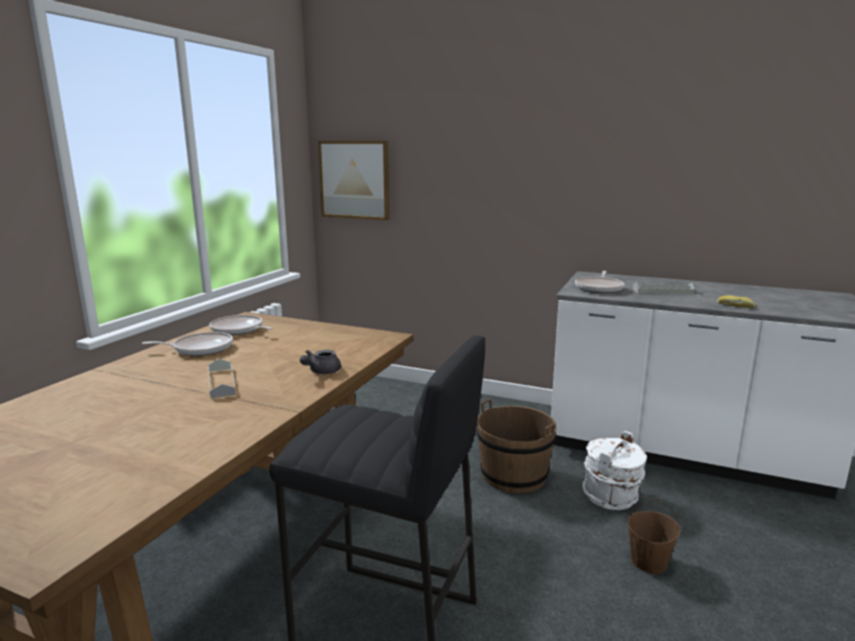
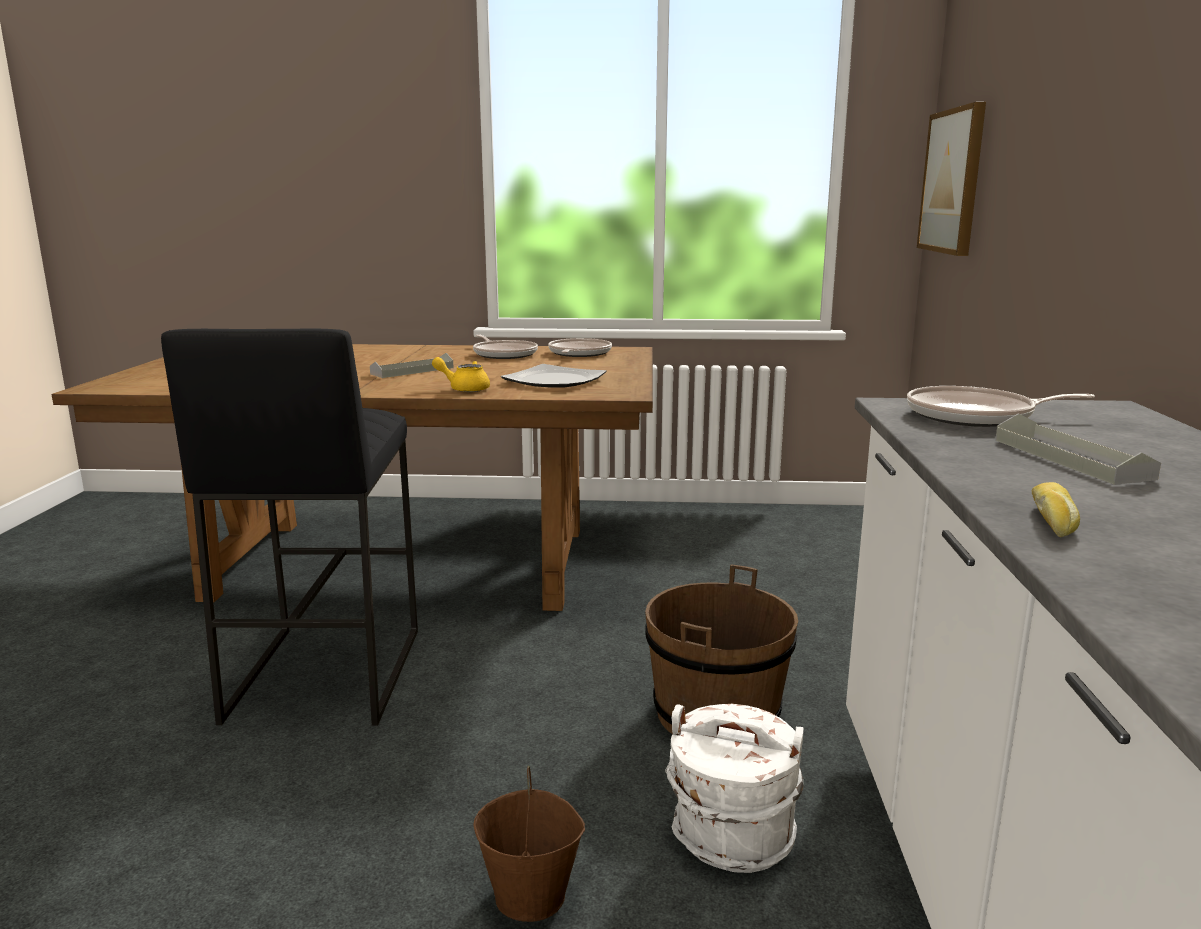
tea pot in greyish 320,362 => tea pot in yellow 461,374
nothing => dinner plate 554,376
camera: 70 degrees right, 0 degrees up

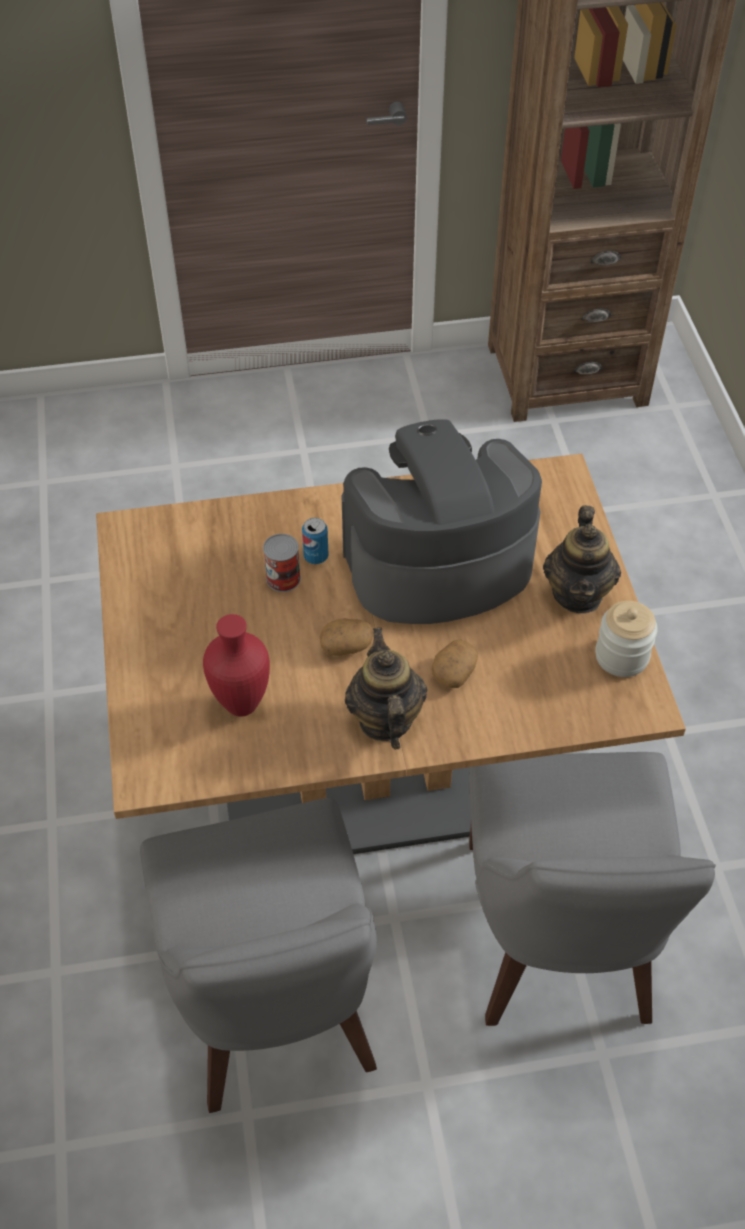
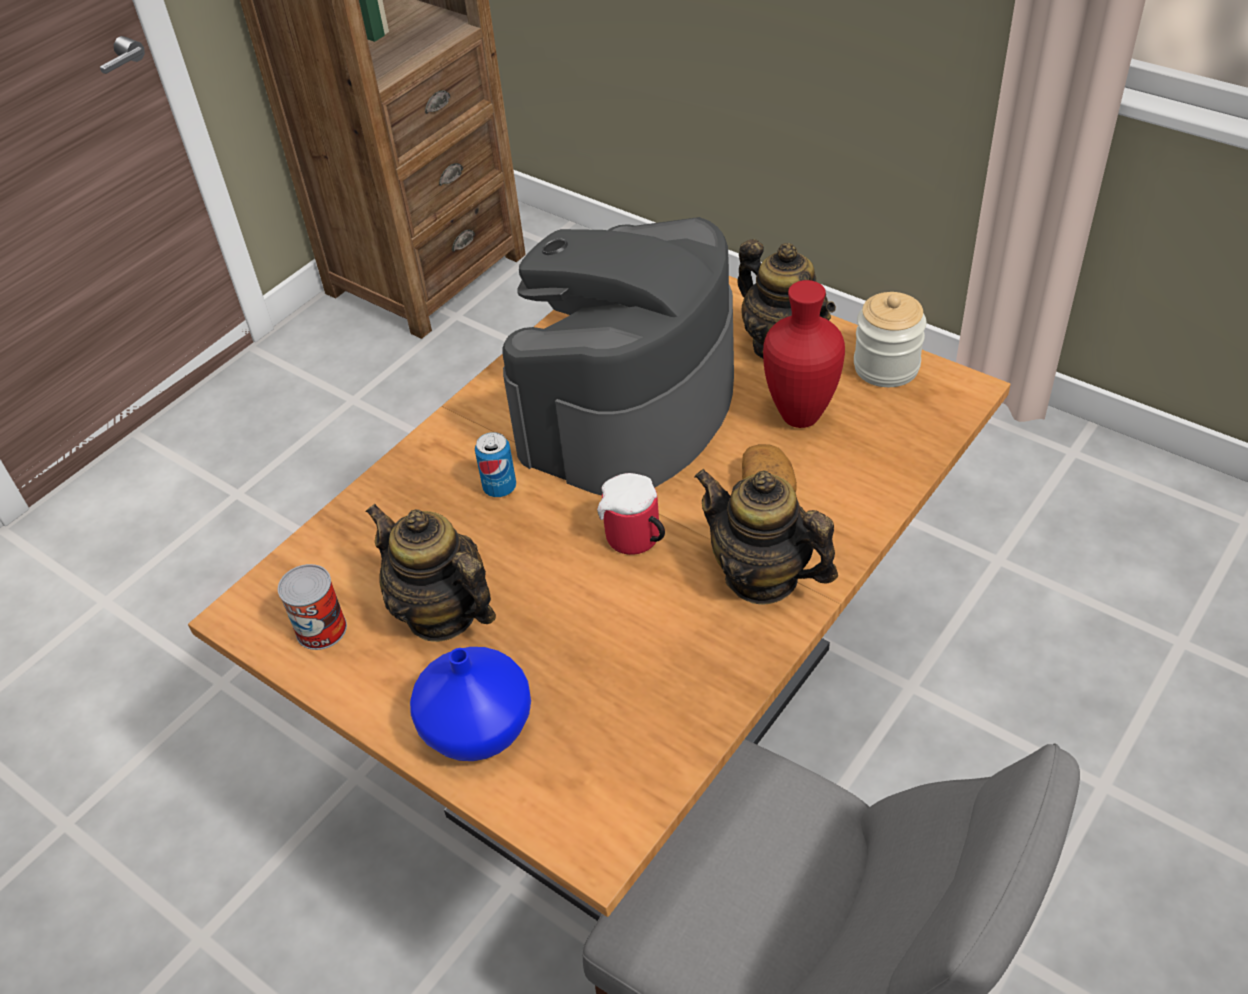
vase in red-coloured 236,665 => vase in red-coloured 804,354, shifted
sealed can 282,563 => sealed can 312,607, shifted
potato 346,637 => tea mug 631,514
upright chair in greyish 592,889 => nothing
nothing => tea pot 430,573
nothing => vase in bluish 470,704
camera: 40 degrees left, 5 degrees down

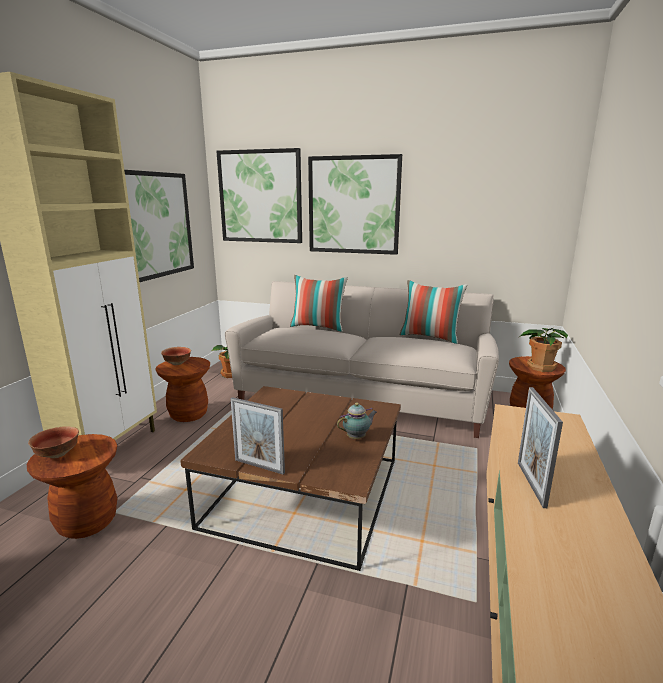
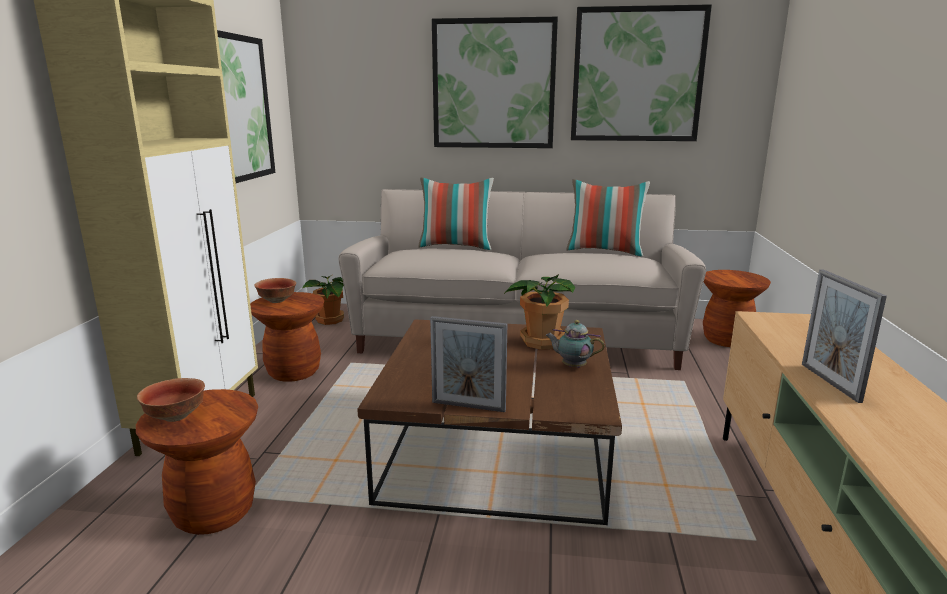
wall picture 259,195 => wall picture 641,72, shifted
tea pot 357,421 => tea pot 575,344, 120 degrees counterclockwise
houseplant 544,349 => houseplant 539,312, shifted
camera: 10 degrees left, 0 degrees up

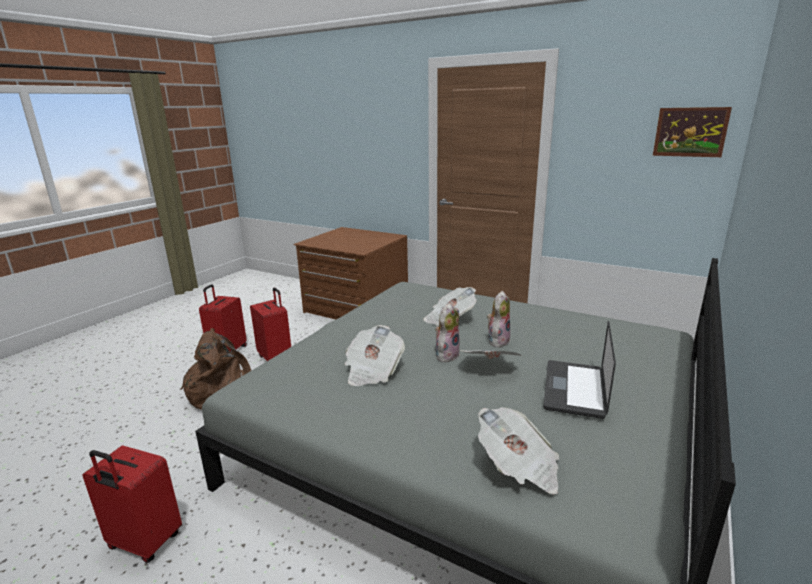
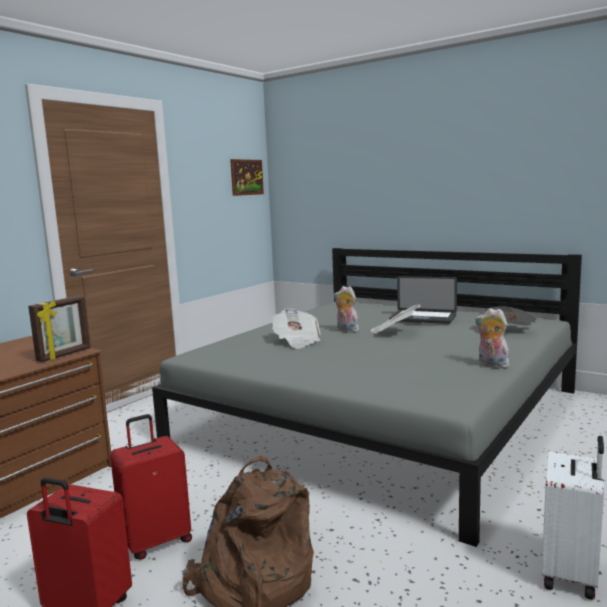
piece of luggage in red-coloured 132,504 => piece of luggage in white 573,518
daily paper 375,355 => nothing
plush toy 447,332 => plush toy 493,338, shifted
nothing => standing frame 59,329
camera: 85 degrees left, 10 degrees down

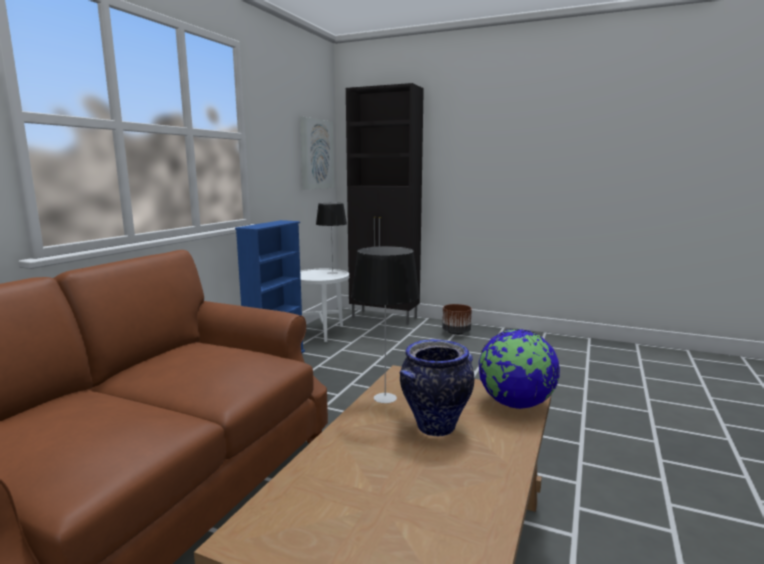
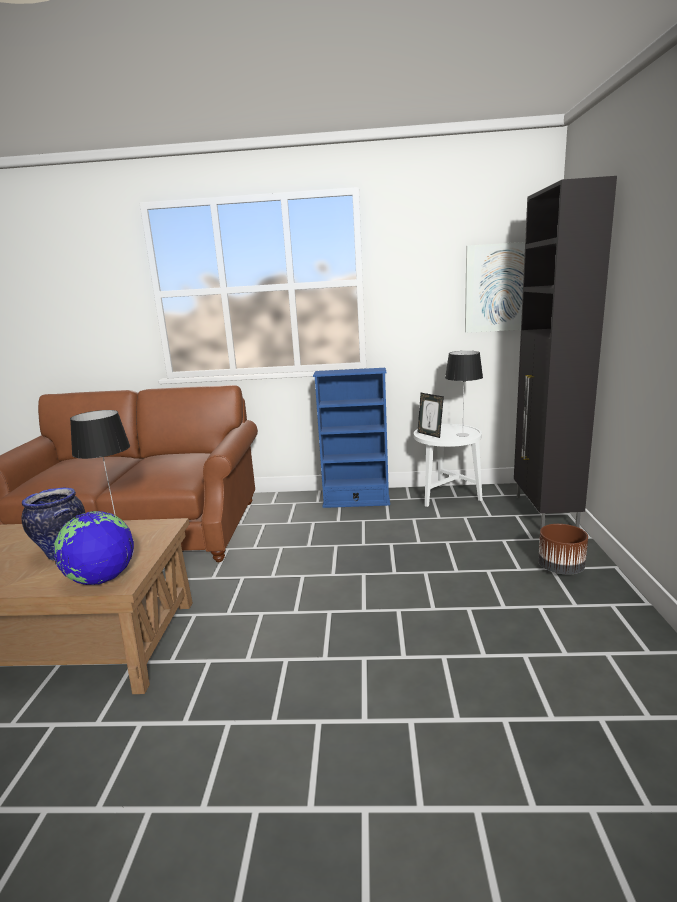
nothing => standing frame 431,415
camera: 70 degrees right, 5 degrees up

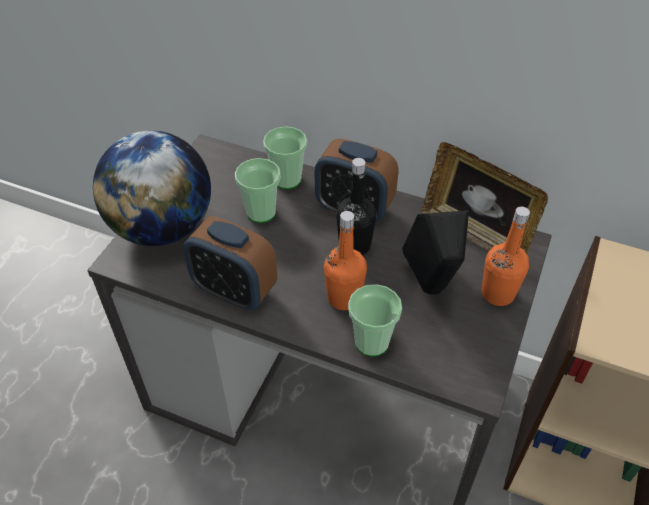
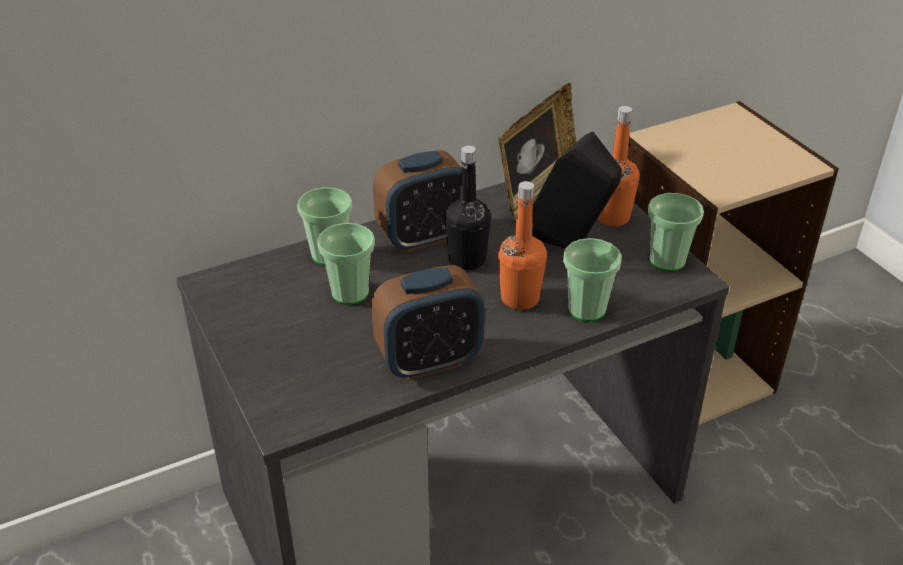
desk globe 152,188 => nothing
standing frame 485,198 => standing frame 538,152, 45 degrees counterclockwise
nothing => cup 676,232
camera: 50 degrees left, 10 degrees down

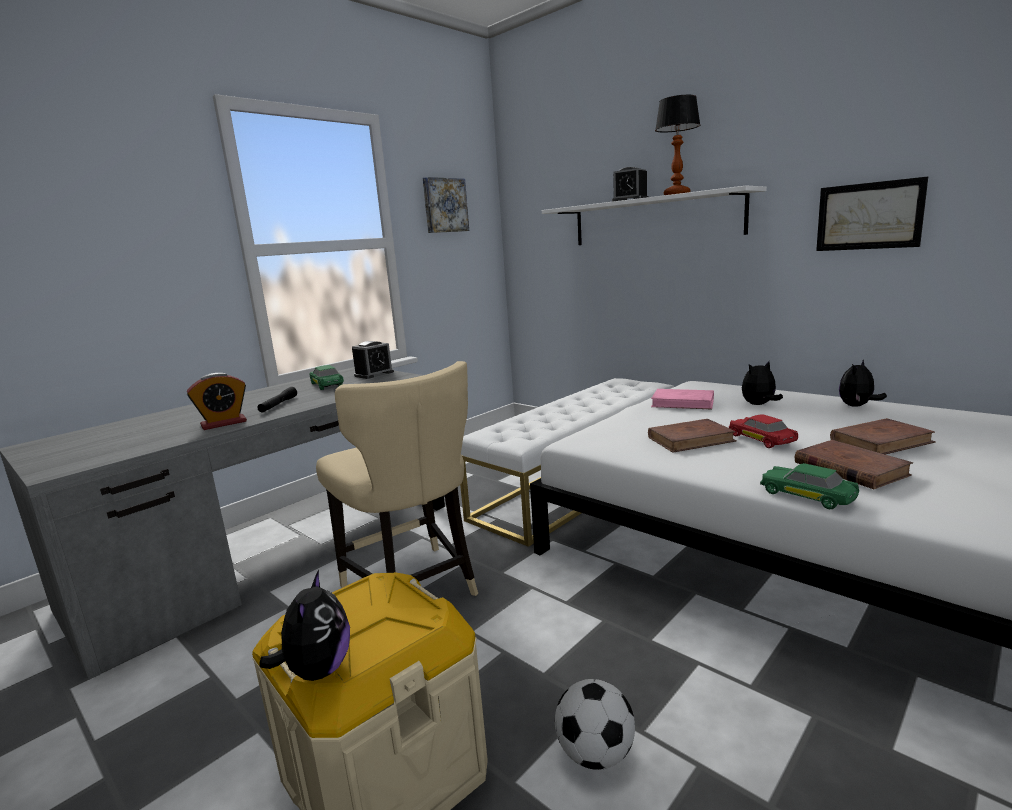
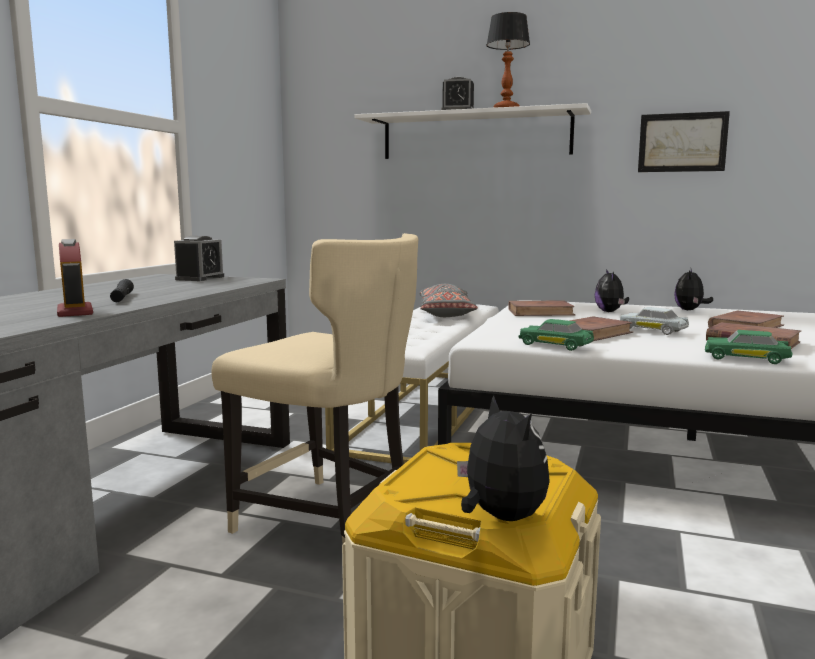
table clock 217,401 => table clock 75,278, 60 degrees counterclockwise
model car in greenish 327,377 => model car in greenish 556,335, shifted
wall picture 446,205 => nothing
football ball 595,724 => nothing
volume in pinkish 682,399 => volume in brownish 542,308
model car in red-coloured 763,431 => model car in white 654,321
plush toy 762,383 => plush toy 612,290, 45 degrees counterclockwise
nothing => pillow in greyish 448,300
camera: 25 degrees left, 5 degrees down

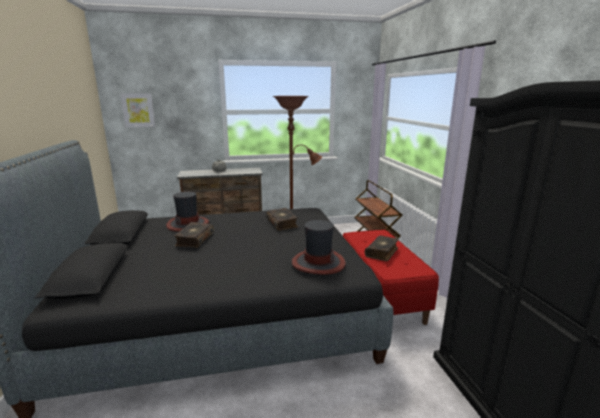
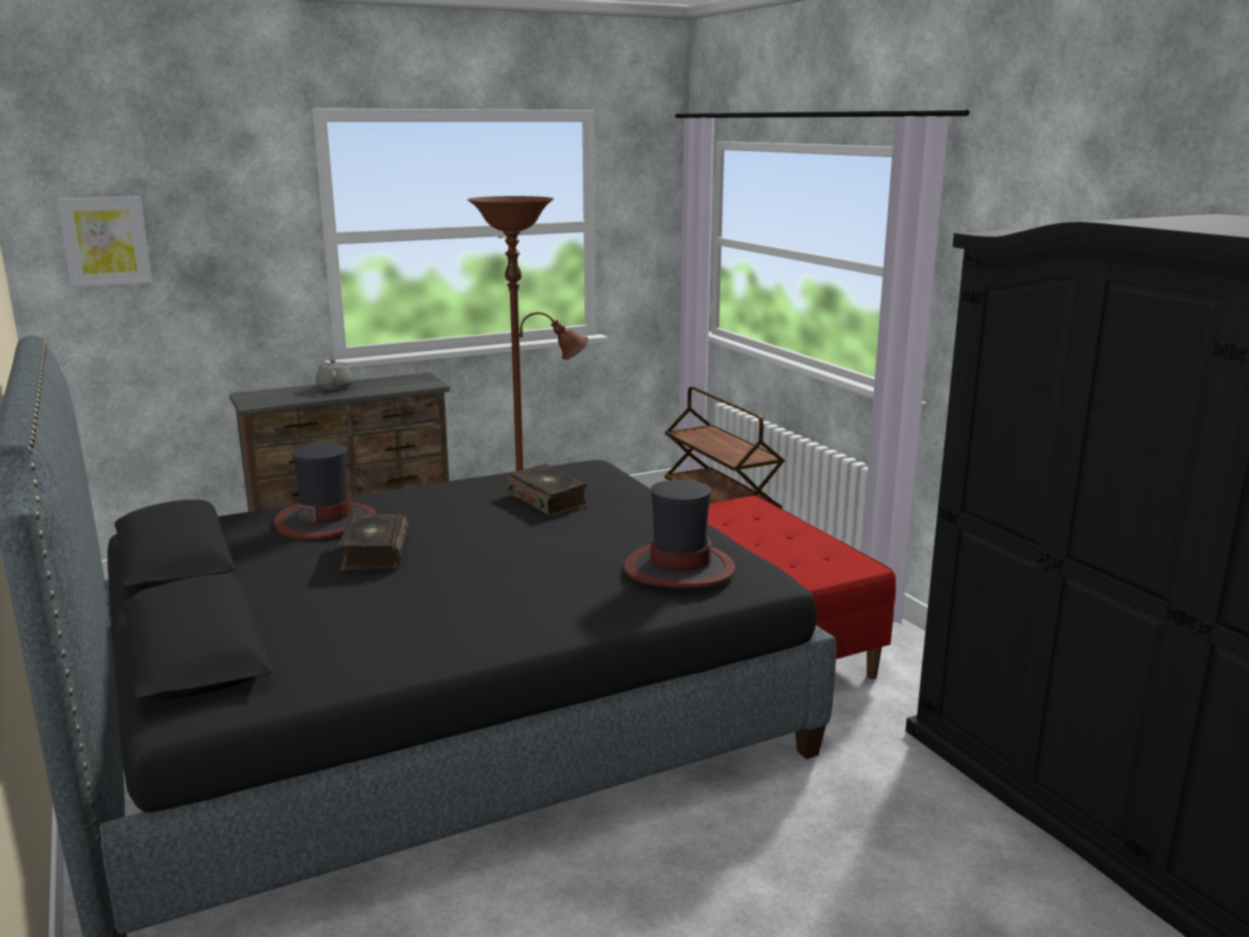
volume 382,248 => nothing
camera: 15 degrees left, 0 degrees up

